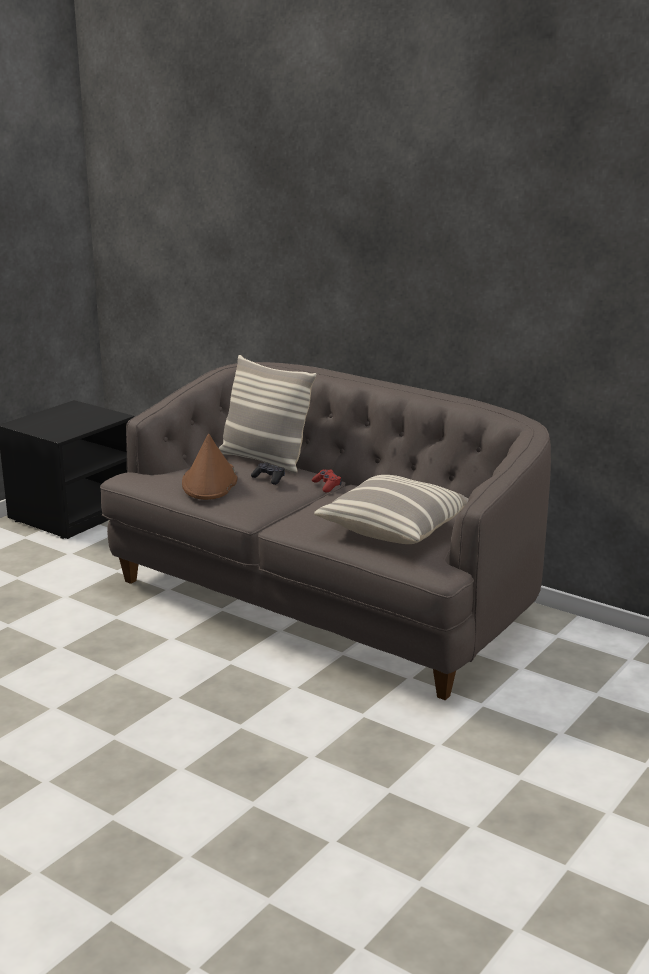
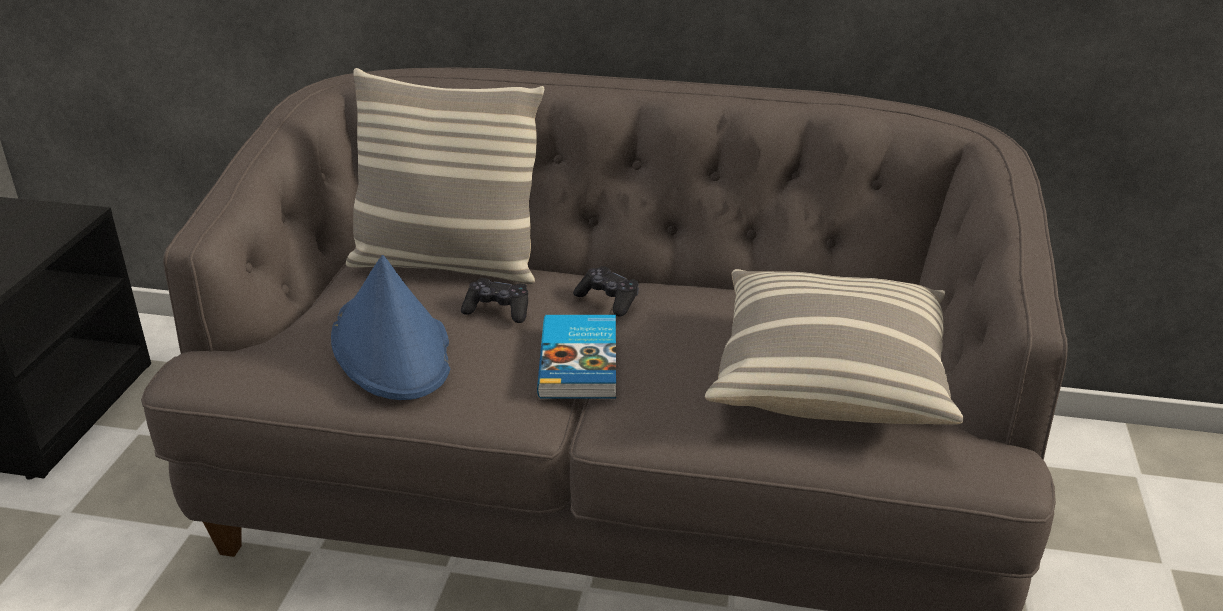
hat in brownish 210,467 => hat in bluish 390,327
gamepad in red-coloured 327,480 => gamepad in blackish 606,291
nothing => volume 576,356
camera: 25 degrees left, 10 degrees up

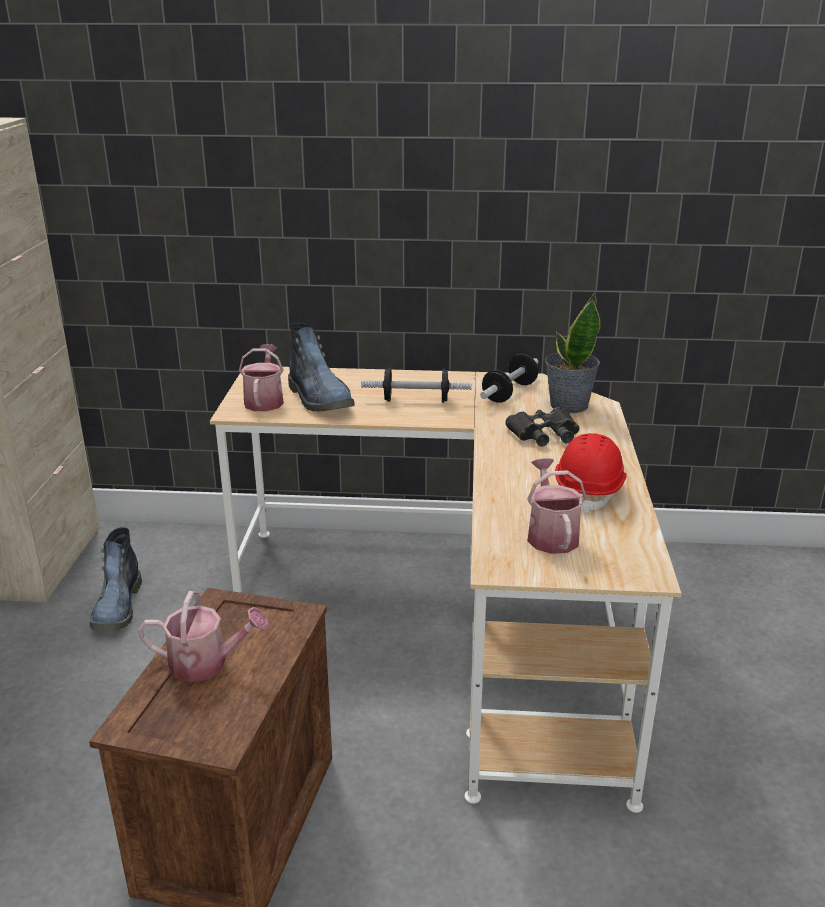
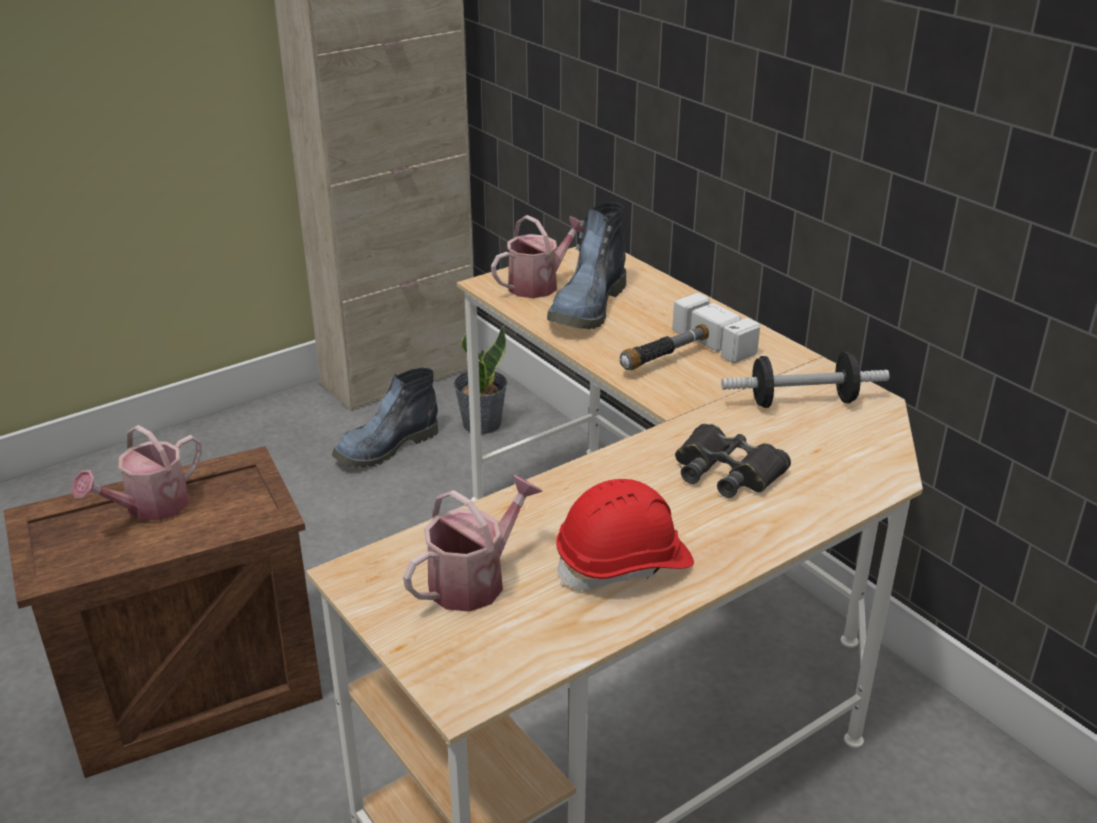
watering can 203,636 => watering can 136,473, 75 degrees clockwise
dumbbell 416,385 => hammer 690,331
houseplant 572,353 => houseplant 480,380, shifted
camera: 50 degrees right, 5 degrees up

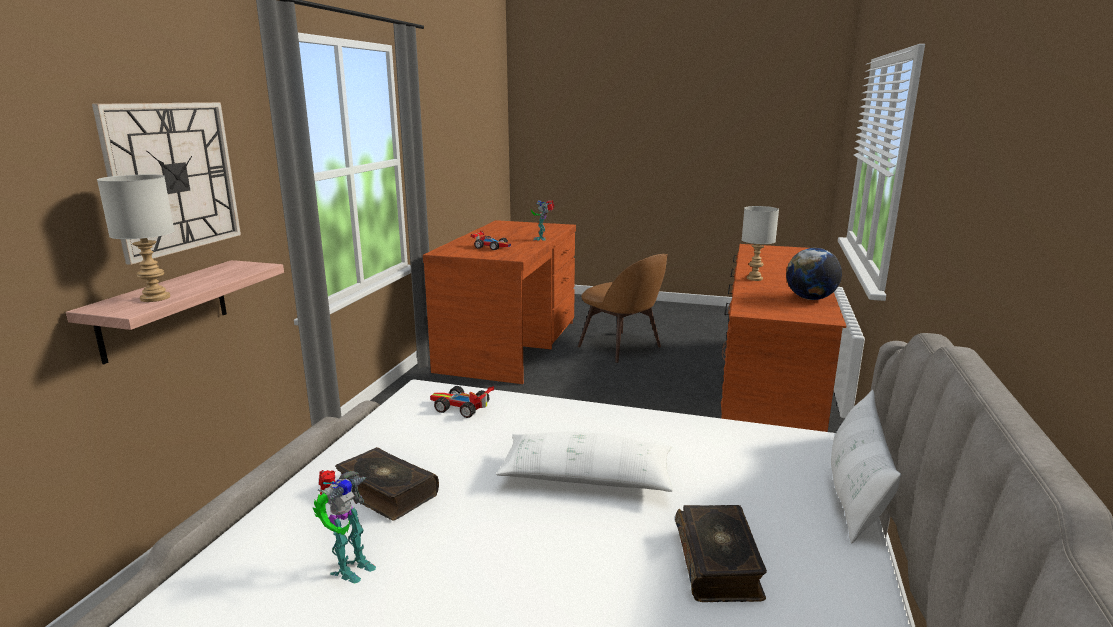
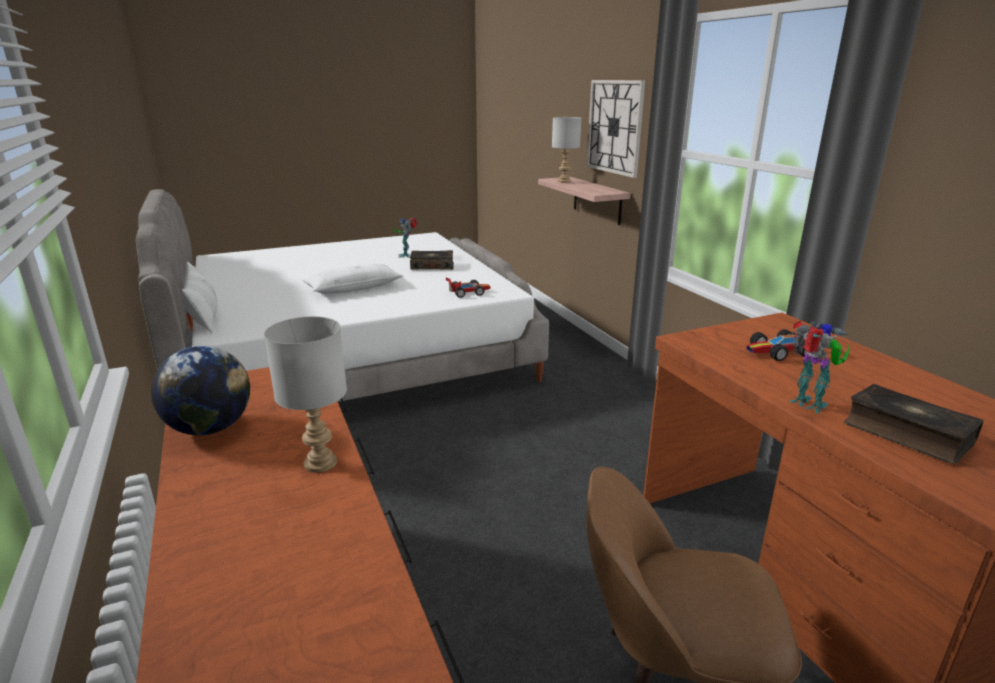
volume 721,553 => volume 914,424, shifted
camera: 140 degrees right, 5 degrees up

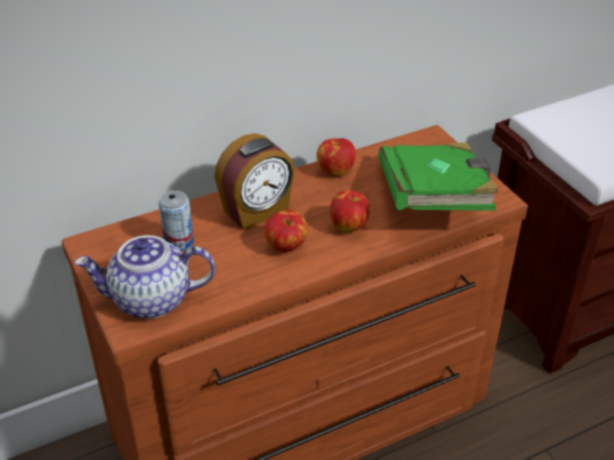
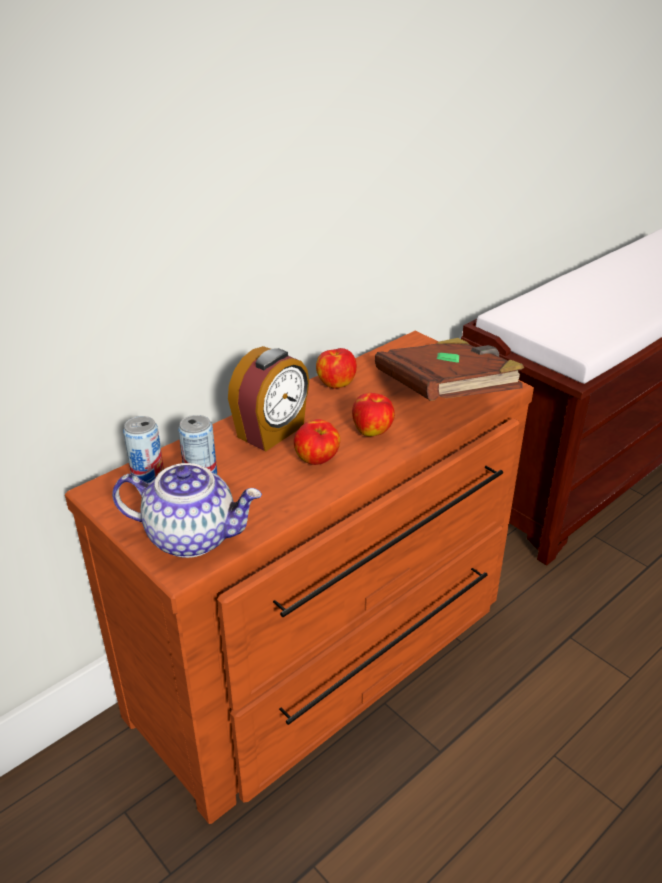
tea pot 145,277 => tea pot 187,510, 150 degrees counterclockwise
volume in greenish 438,176 => volume in brownish 449,369
nothing => sealed can 143,449
camera: 15 degrees left, 5 degrees down

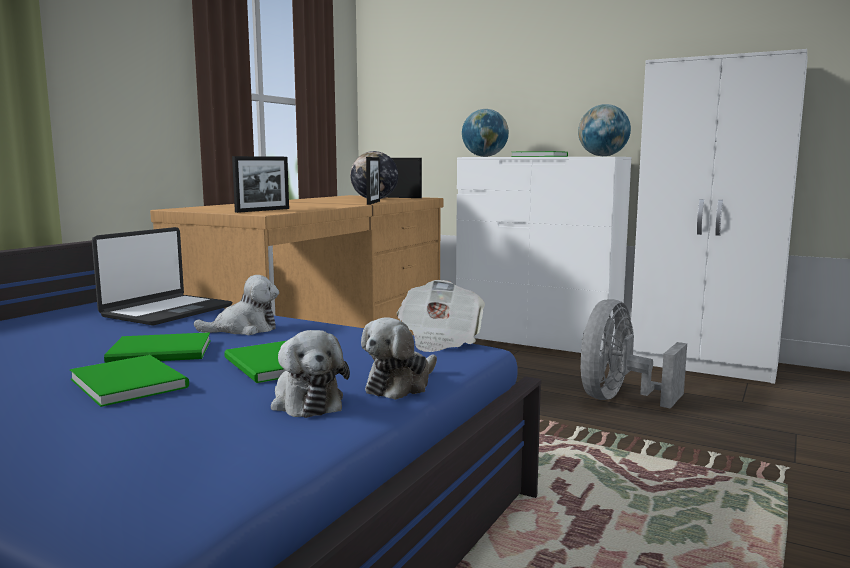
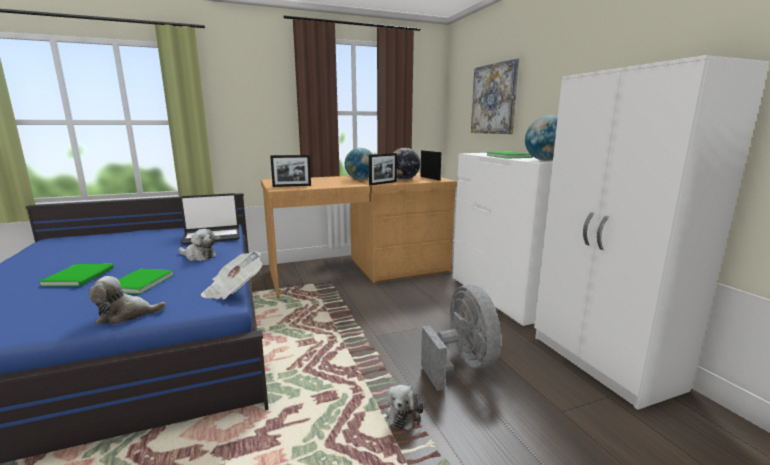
volume in greenish 157,347 => nothing
plush toy 310,374 => plush toy 404,407, shifted
desk globe 485,133 => desk globe 359,164, shifted
cooling fan in greyish 634,354 => cooling fan in greyish 461,338, 90 degrees clockwise
nothing => wall picture 495,96
camera: 40 degrees right, 5 degrees up

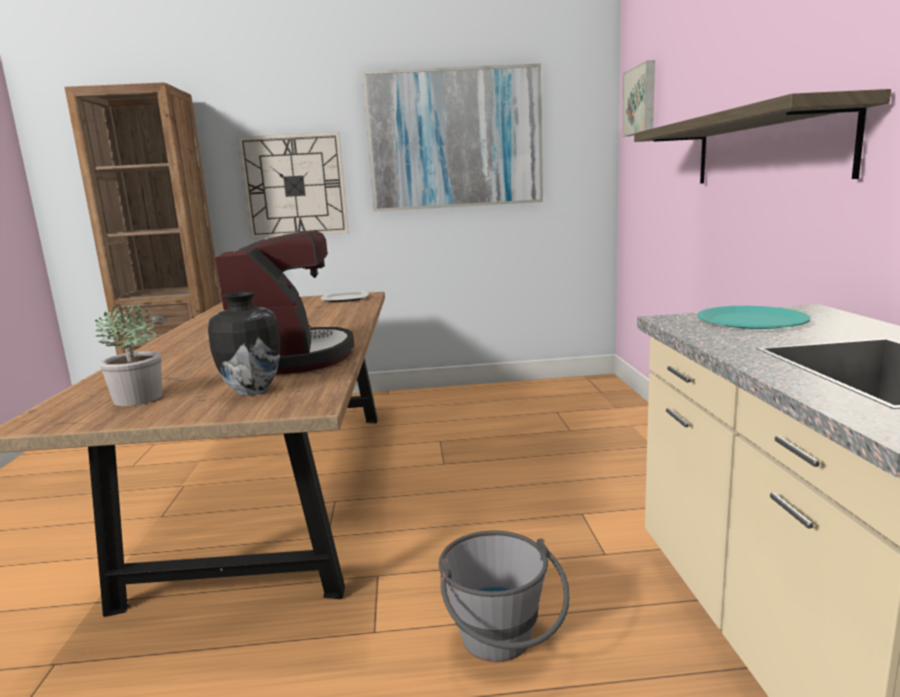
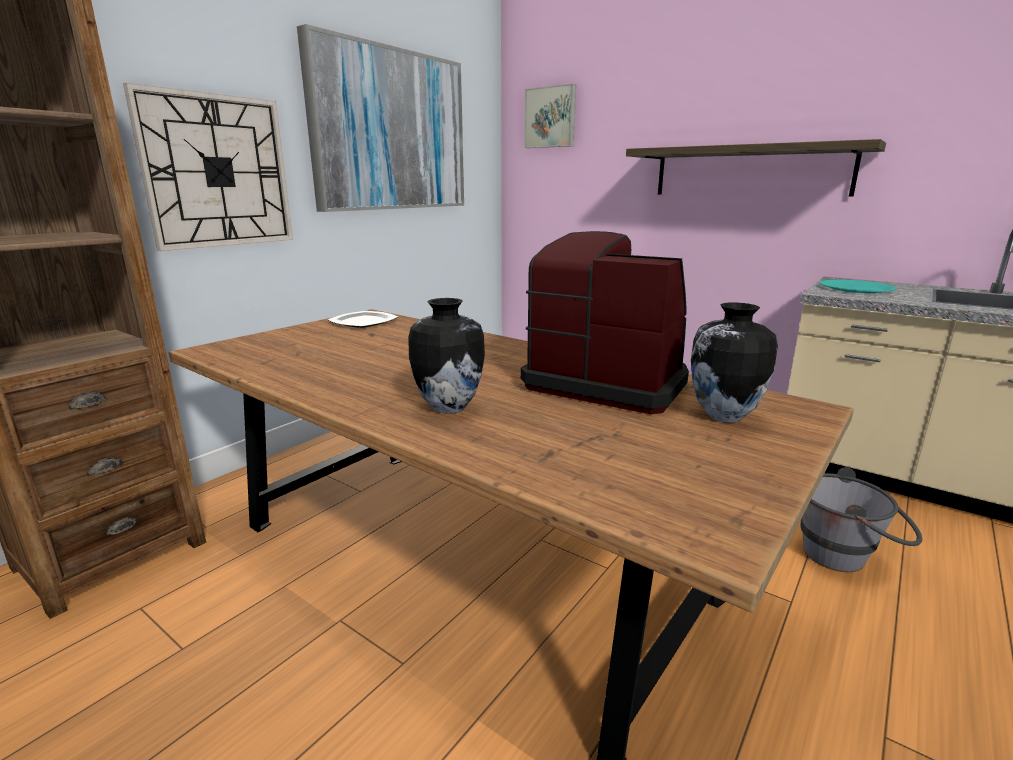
houseplant 128,353 => nothing
nothing => vase 446,356
camera: 50 degrees left, 5 degrees up

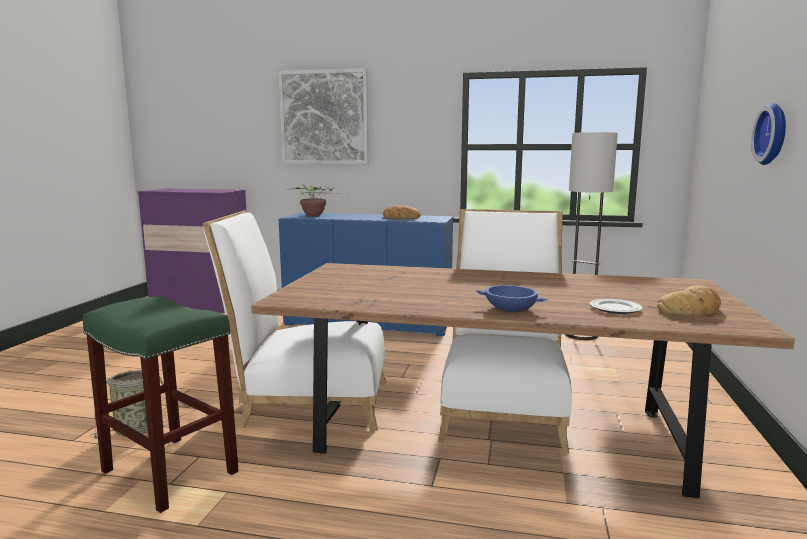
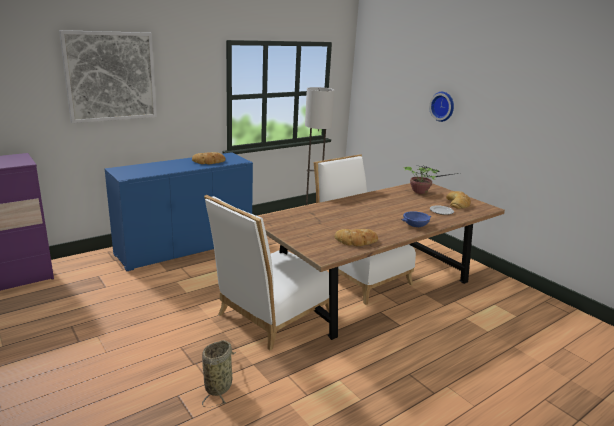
sitting stool in greenish 161,405 => nothing
houseplant 318,200 => houseplant 430,179, shifted
nothing => bakery bread 356,237
camera: 50 degrees left, 10 degrees up

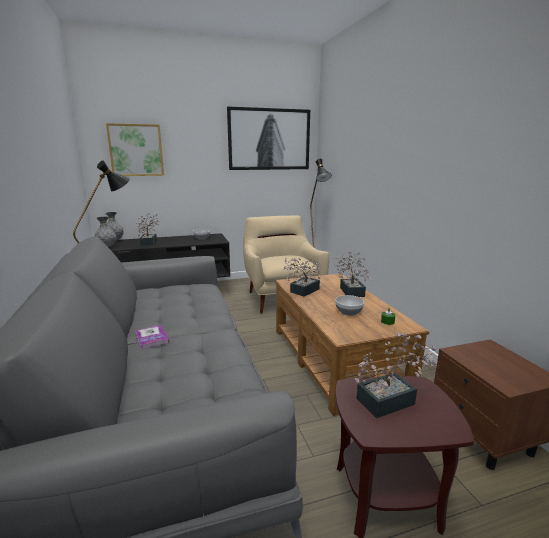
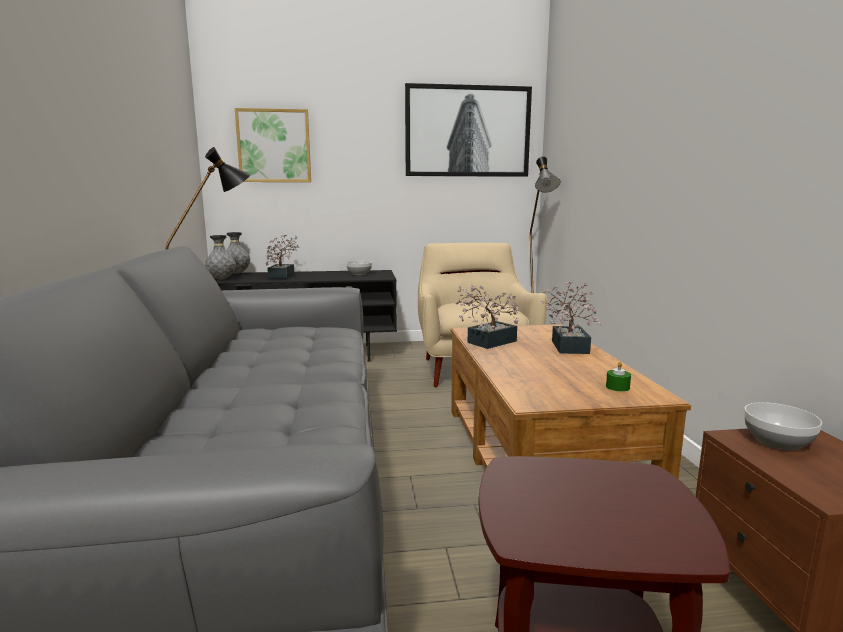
volume 152,337 => nothing
serving bowl 350,305 => serving bowl 783,426, shifted
houseplant 395,375 => nothing
camera: 10 degrees right, 5 degrees down

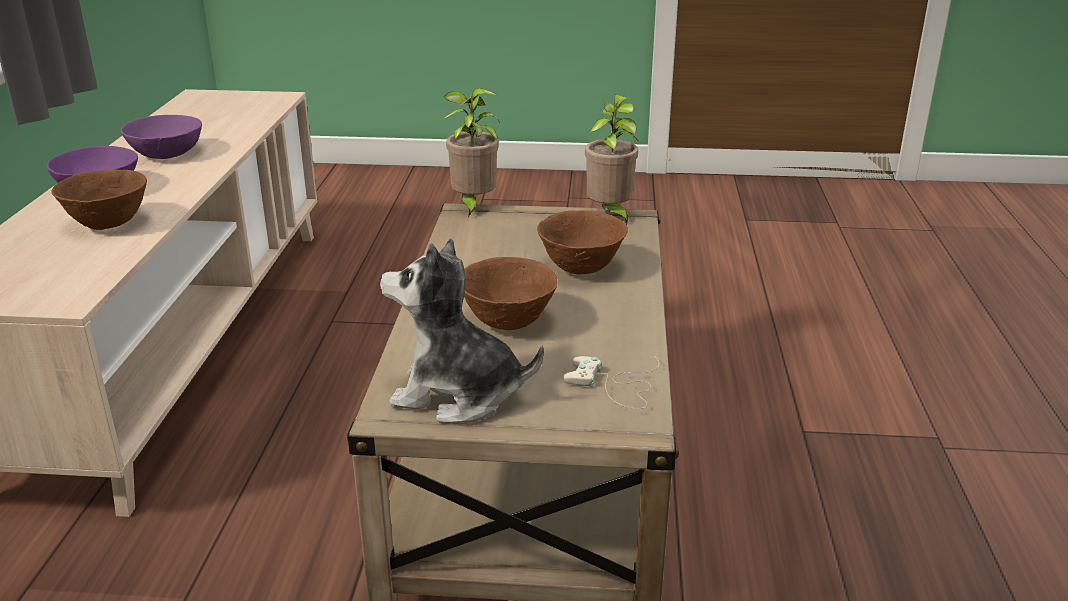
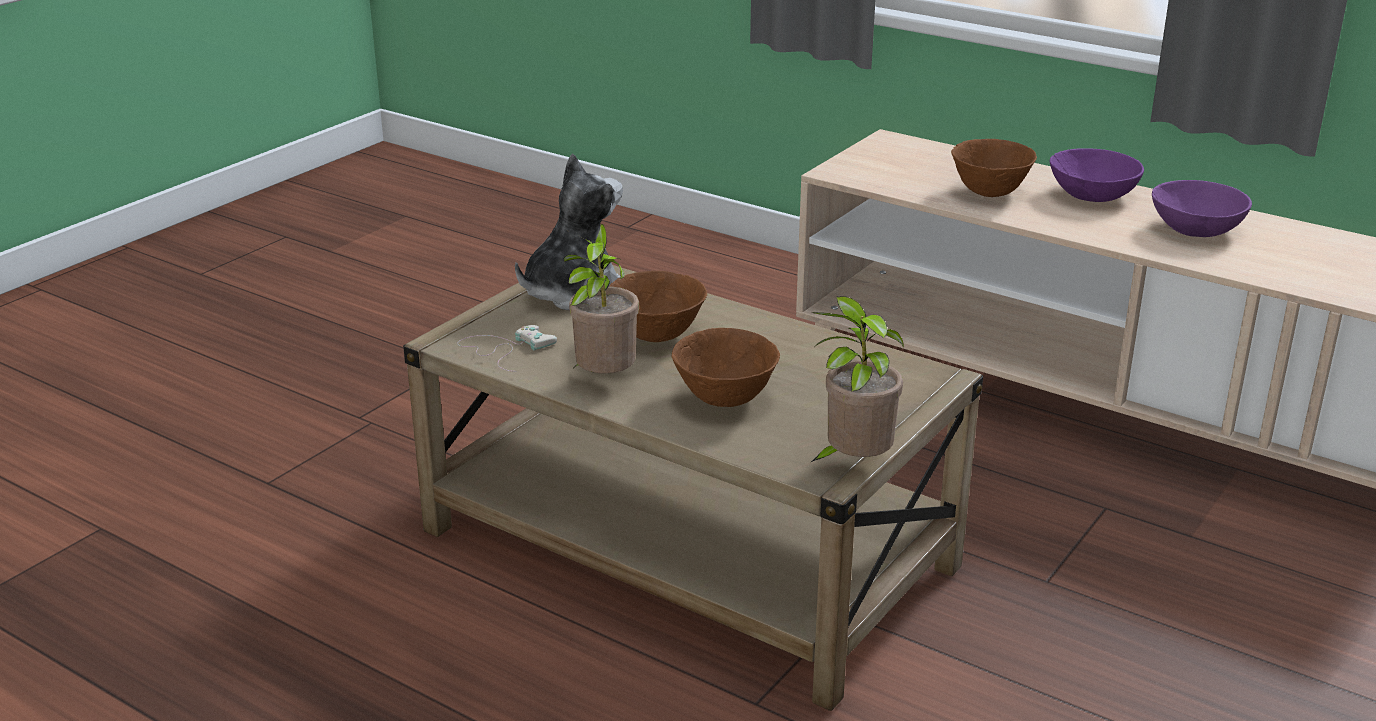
houseplant 471,152 => houseplant 601,299, shifted
camera: 120 degrees right, 0 degrees up

